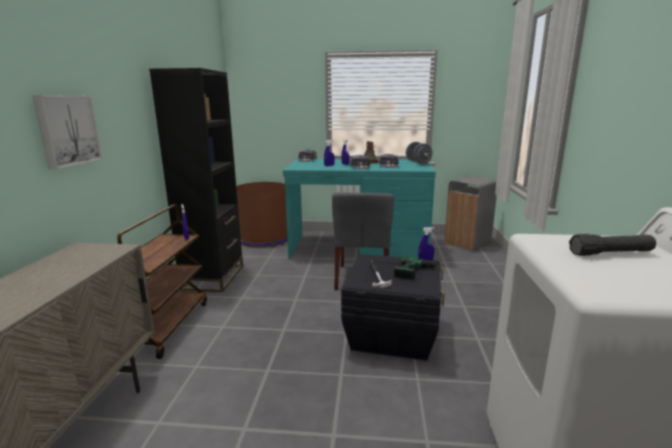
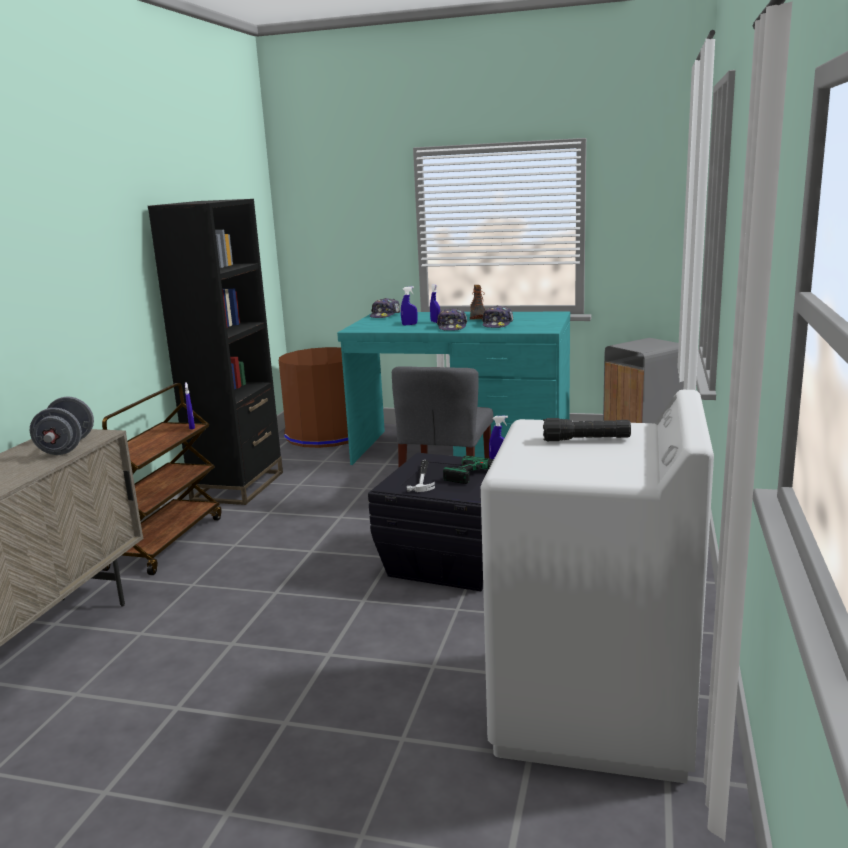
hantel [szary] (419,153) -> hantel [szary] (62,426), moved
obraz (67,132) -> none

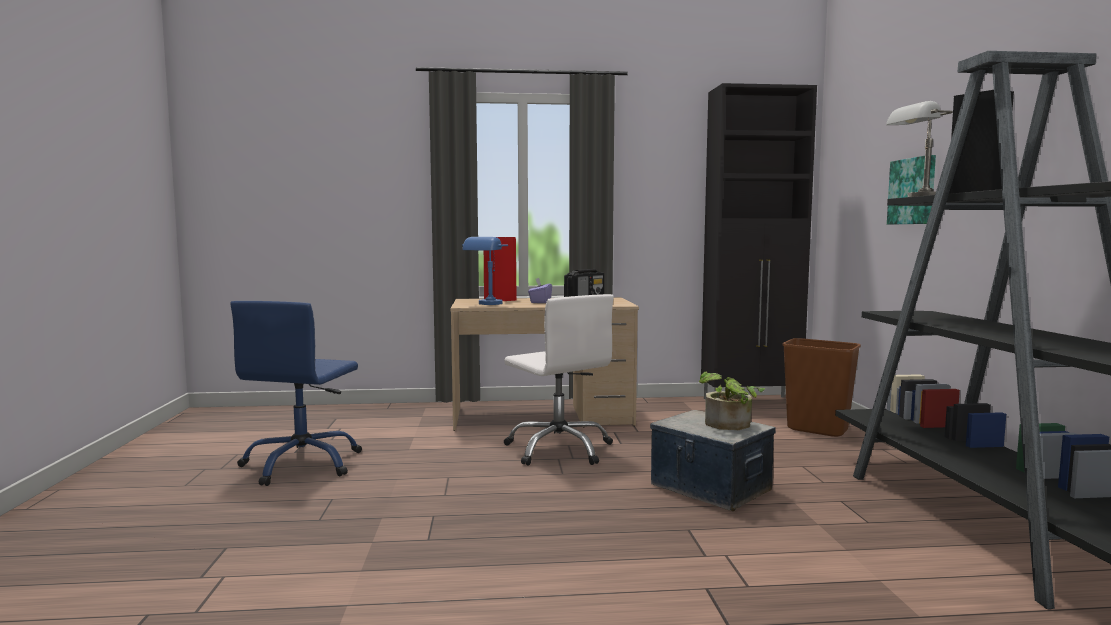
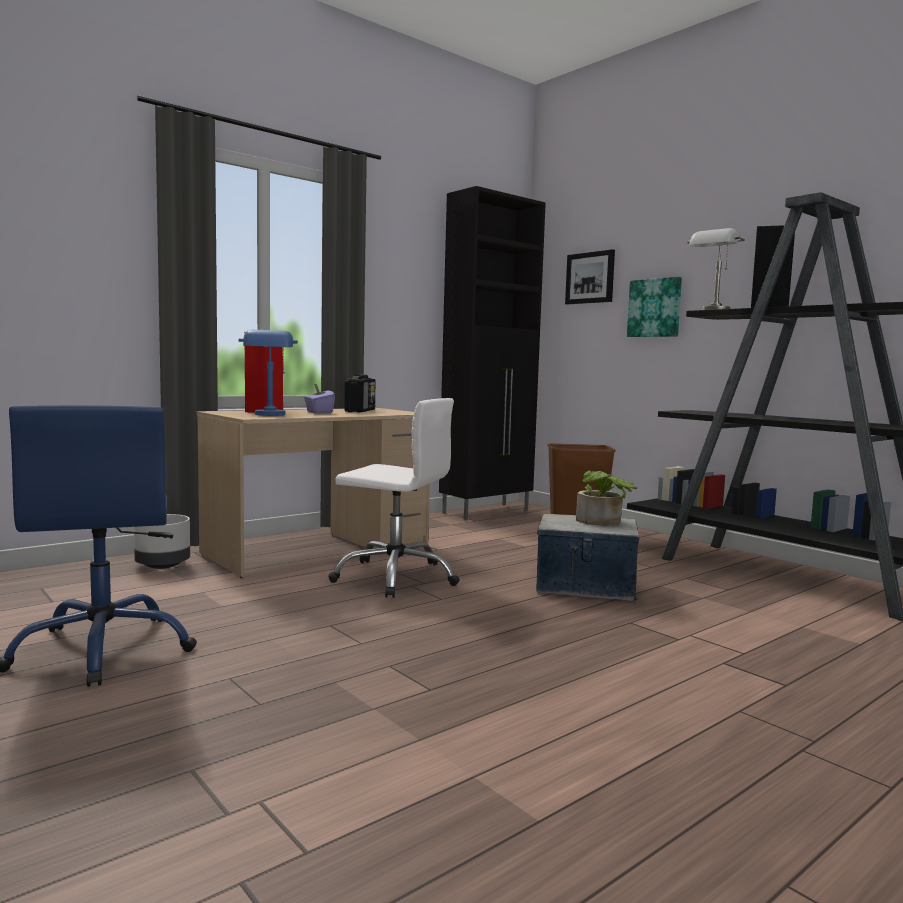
none -> donica [szary] (162,541)
none -> obraz (590,276)

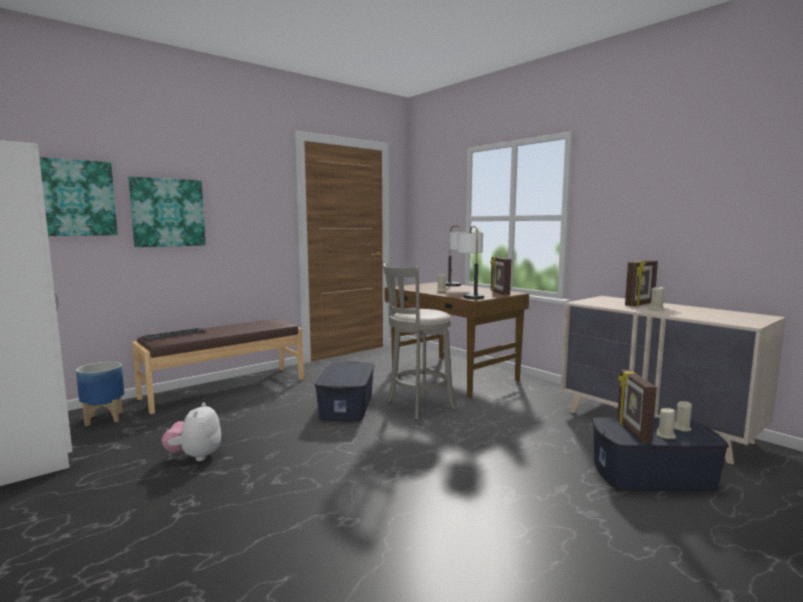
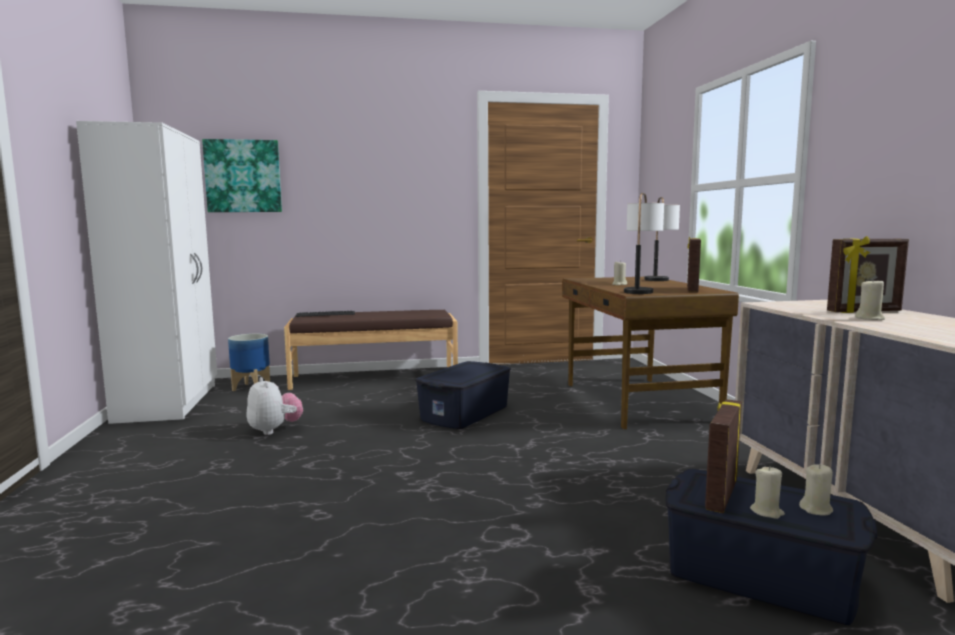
pluszak (191,431) -> pluszak (275,406), 120 degrees clockwise
obraz (167,211) -> none
stołek [szary] (419,341) -> none

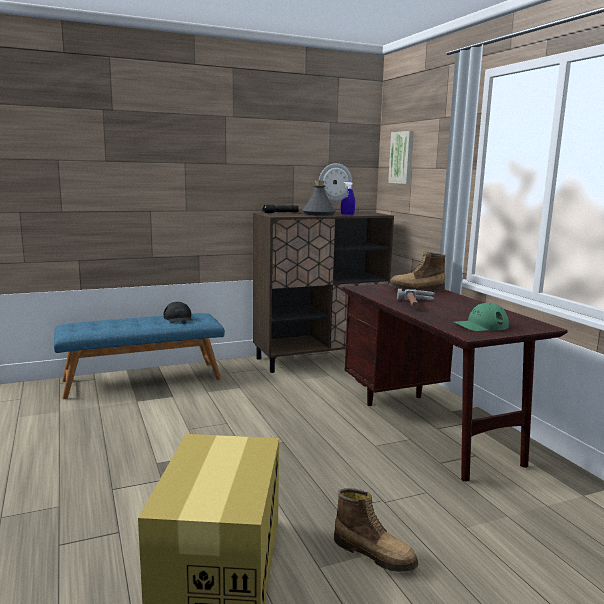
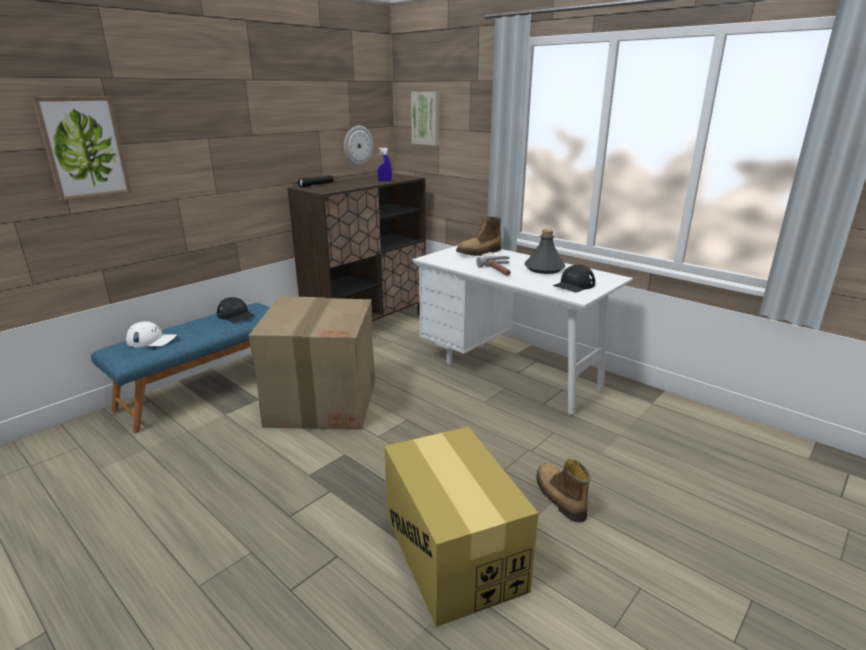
none -> obraz (81,148)
none -> czapka z daszkiem [biały] (151,334)
none -> karton (311,363)
biurko [brązowy] (455,383) -> biurko [biały] (523,330)
butelka [szary] (318,198) -> butelka [szary] (545,251), moved
but z cholewką (376,530) -> but z cholewką (563,490), 120 degrees counterclockwise
czapka z daszkiem [zielony] (481,317) -> czapka z daszkiem [czarny] (574,278)

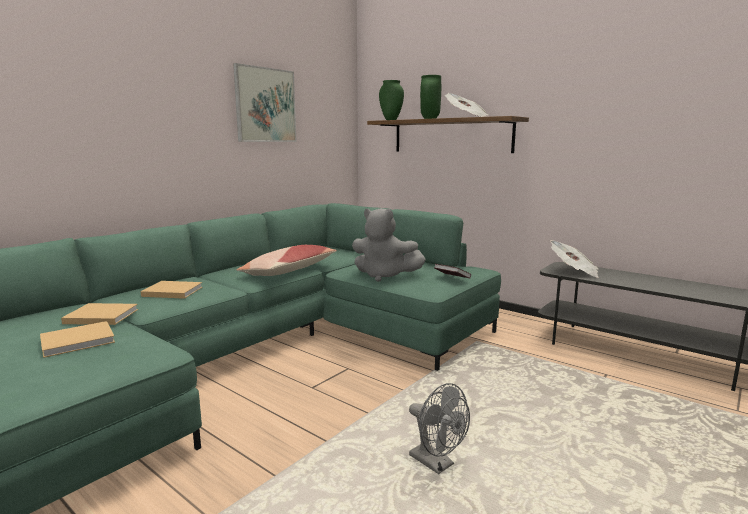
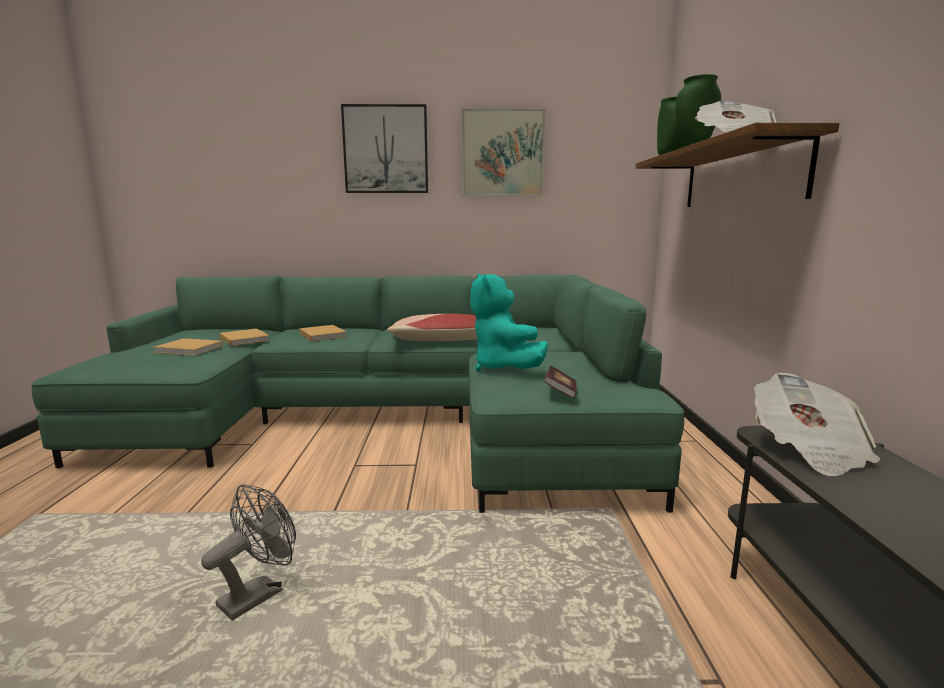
wentylator [szary] (439,428) -> wentylator [szary] (248,552), 150 degrees counterclockwise
none -> obraz (384,148)
pluszak [szary] (389,245) -> pluszak [turkusowy] (509,322)

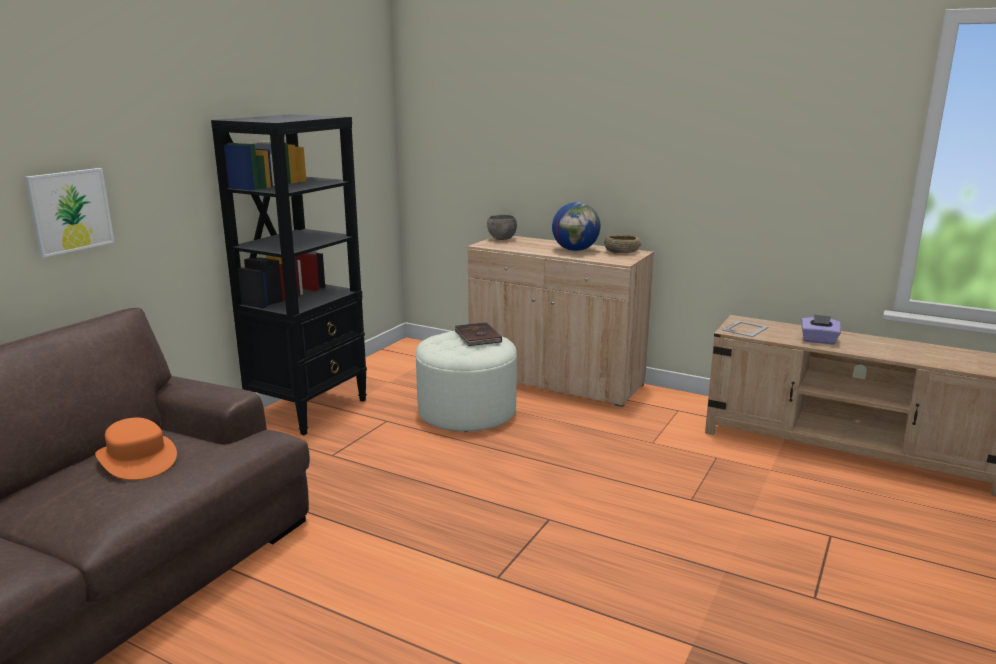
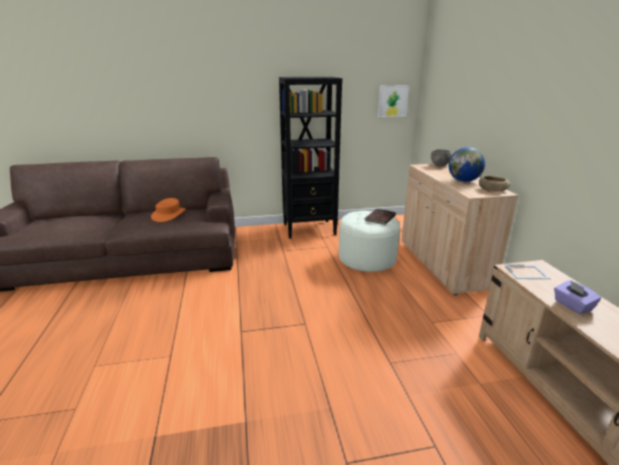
obraz (70,213) -> obraz (393,101), moved

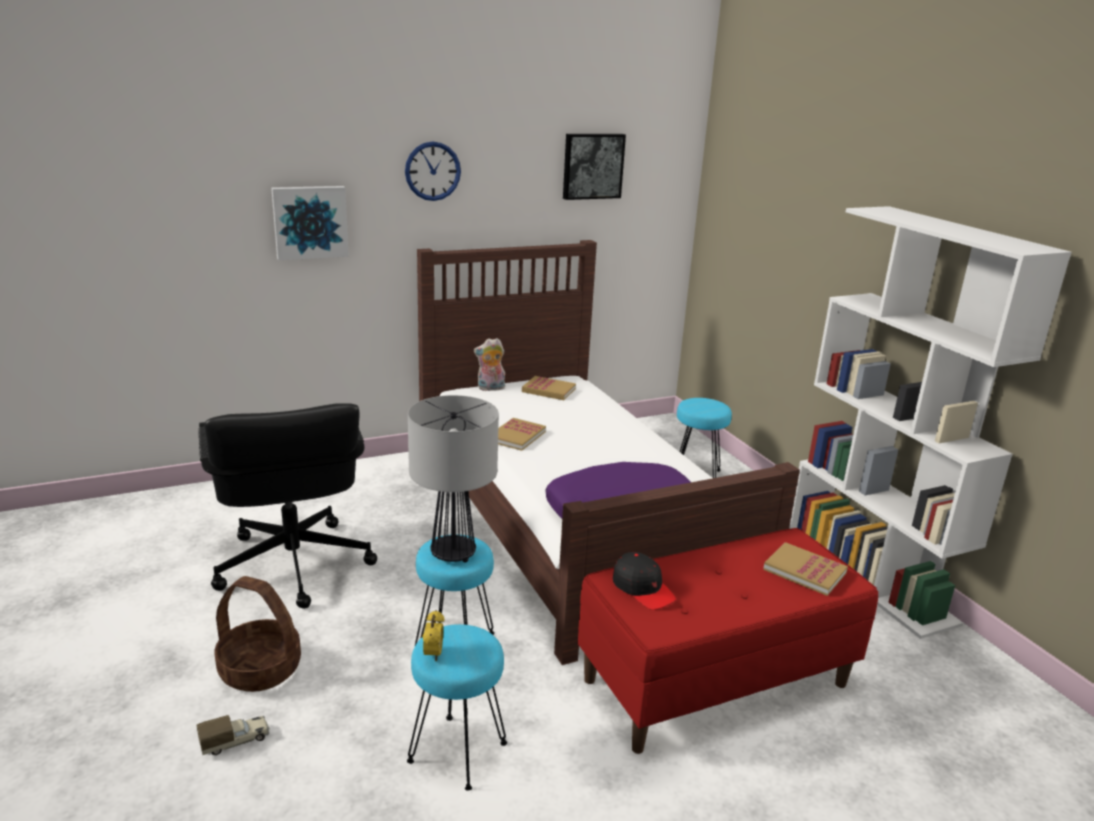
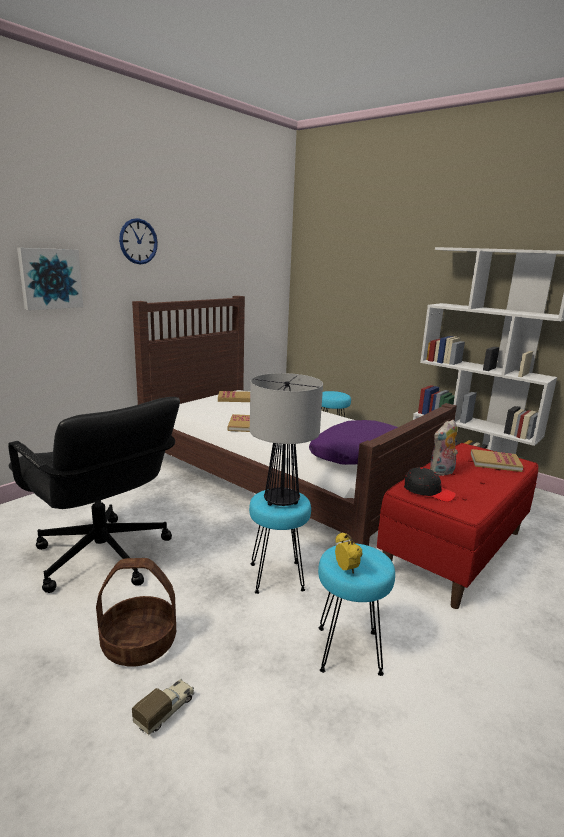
pluszak (489,364) -> pluszak (444,448), moved
obraz (594,167) -> none

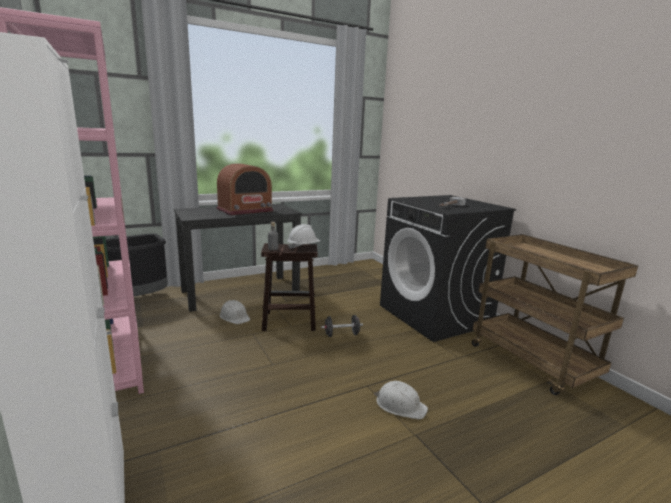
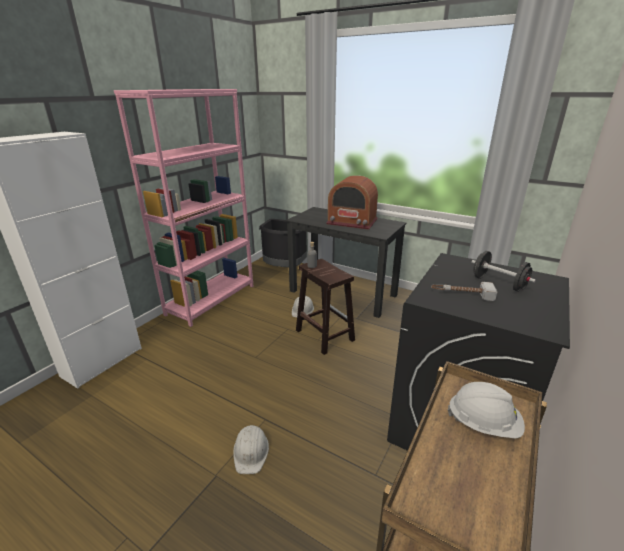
kask [biały] (303,237) -> kask [biały] (486,410), moved
hantel [czarny] (342,326) -> hantel [czarny] (503,271), moved

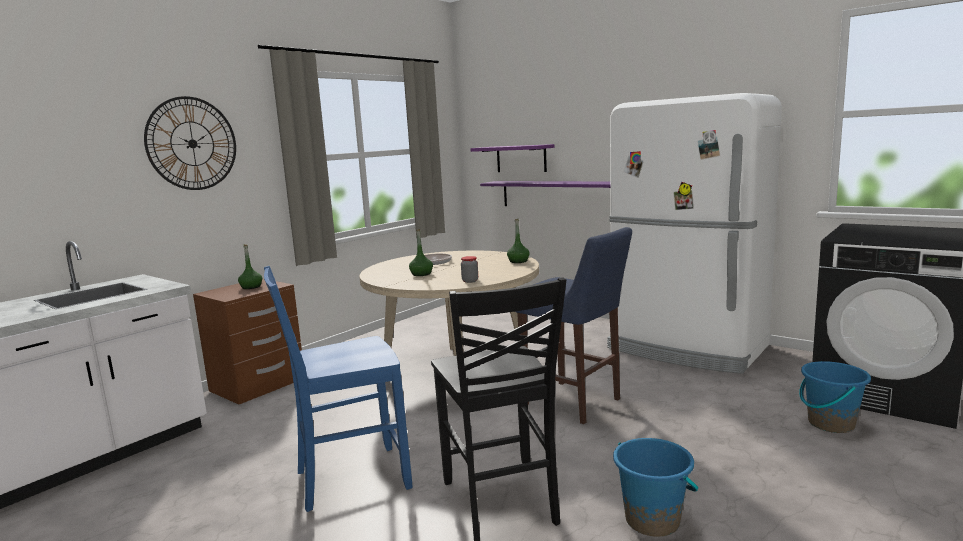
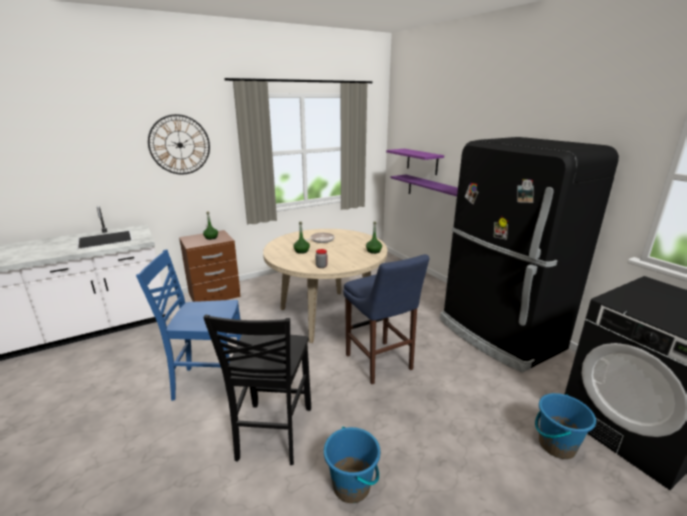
lodówka [biały] (694,233) -> lodówka [czarny] (529,255)

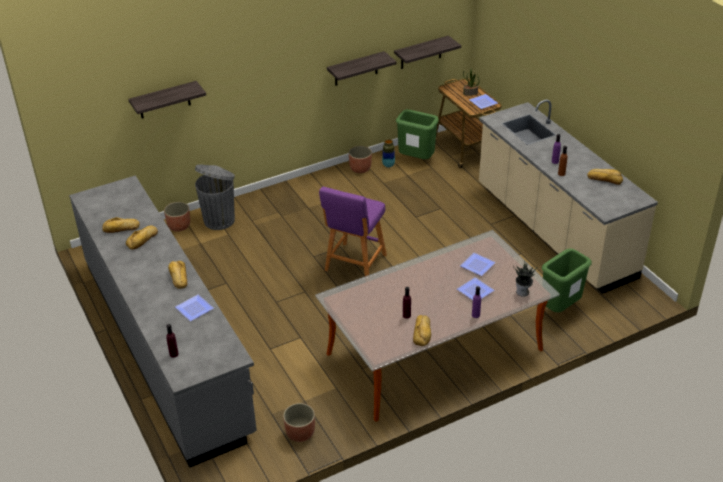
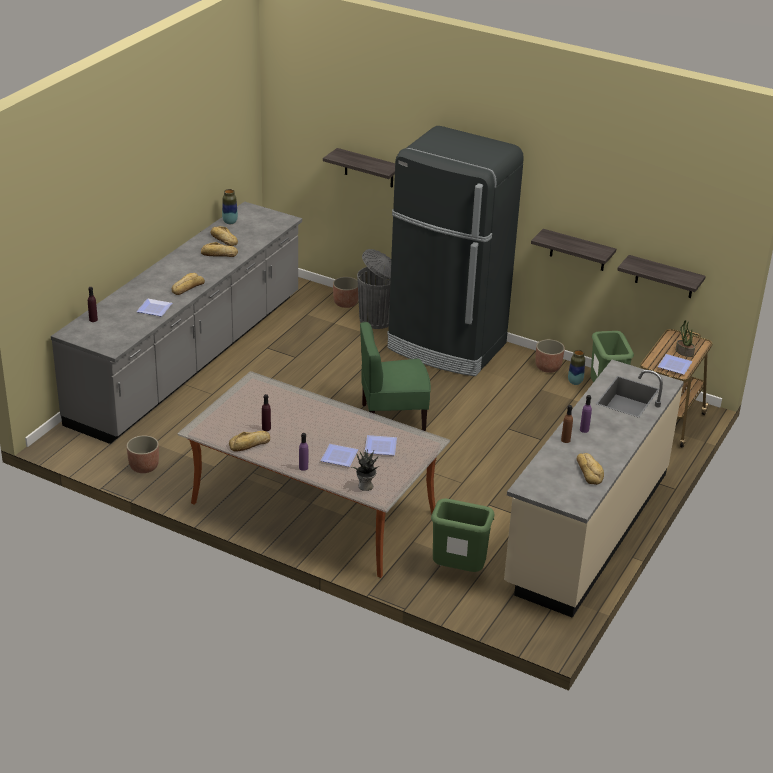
none -> wazon (230,206)
stołek [fioletowy] (353,231) -> krzesło [zielony] (395,376)
none -> lodówka [czarny] (455,251)

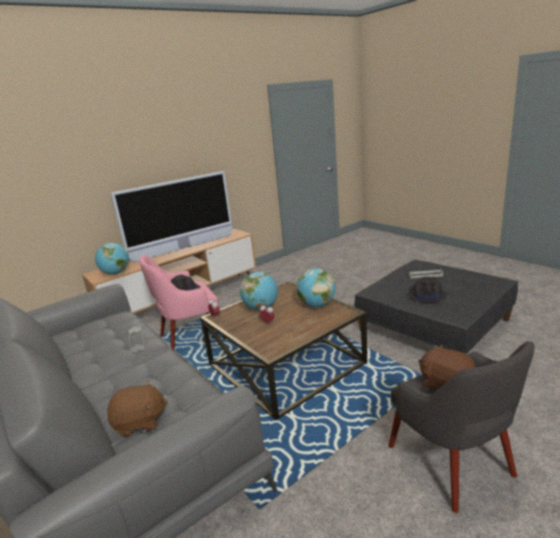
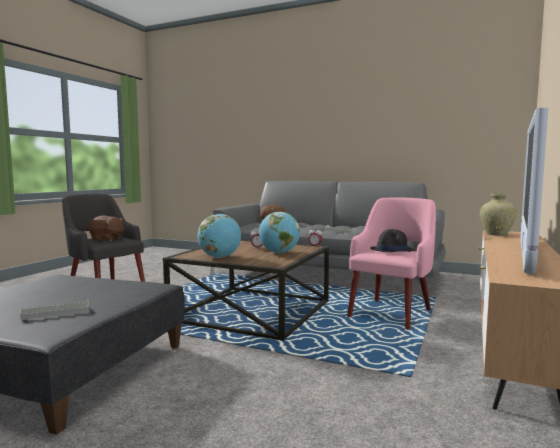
globus (112,258) -> wazon [beżowy] (498,214)
kapelusz [czarny] (427,290) -> none

